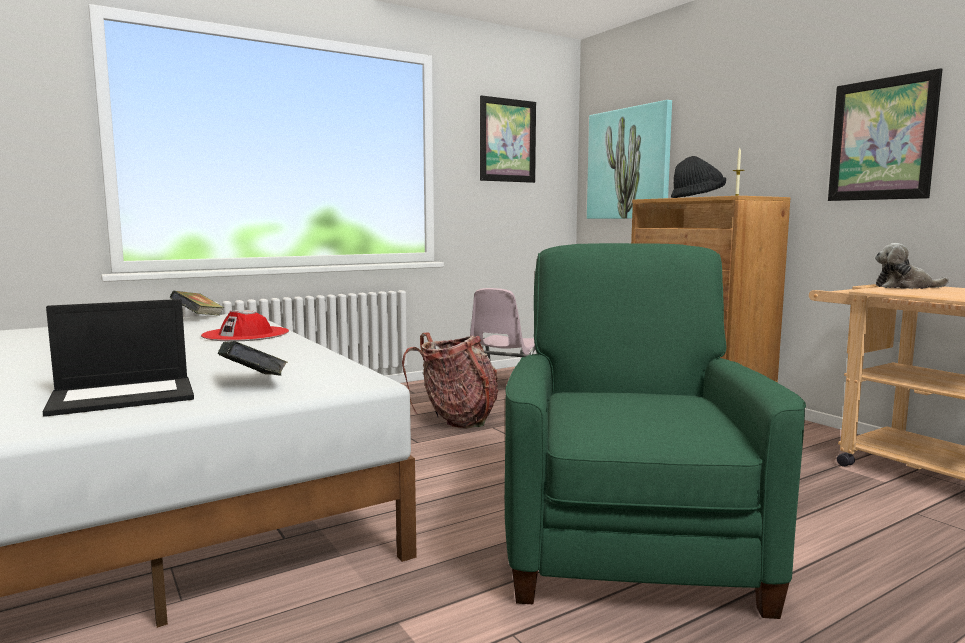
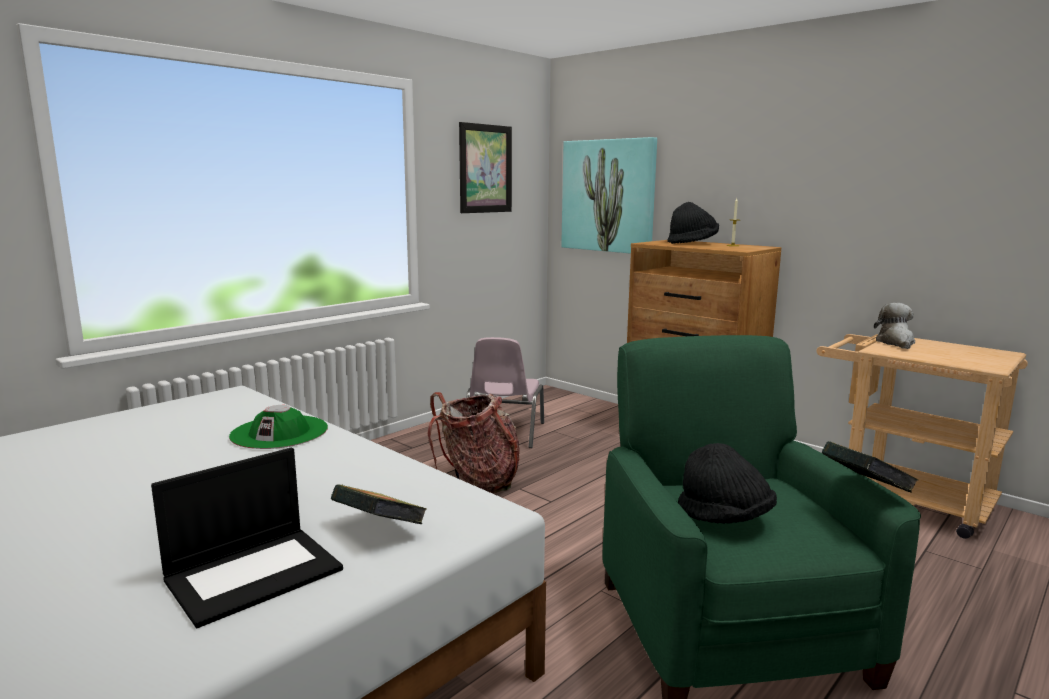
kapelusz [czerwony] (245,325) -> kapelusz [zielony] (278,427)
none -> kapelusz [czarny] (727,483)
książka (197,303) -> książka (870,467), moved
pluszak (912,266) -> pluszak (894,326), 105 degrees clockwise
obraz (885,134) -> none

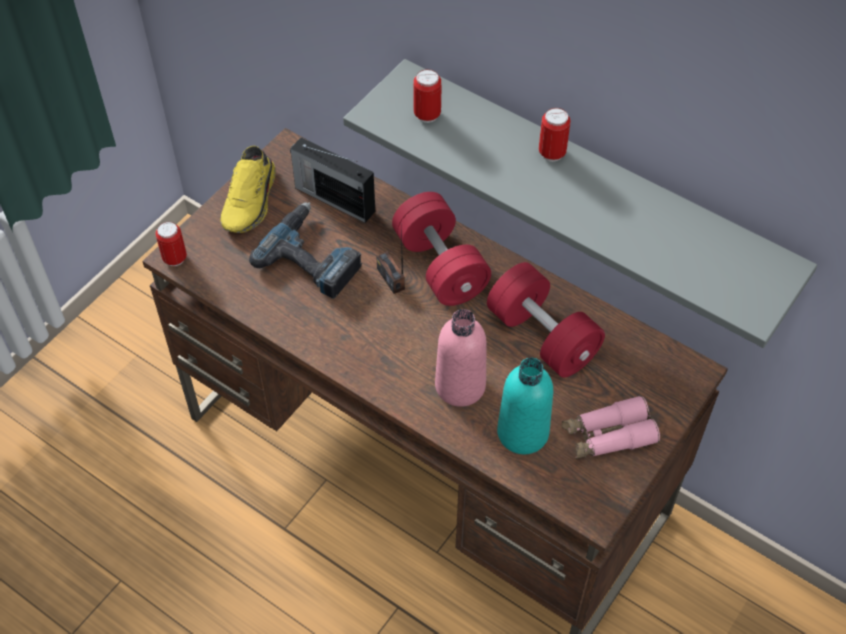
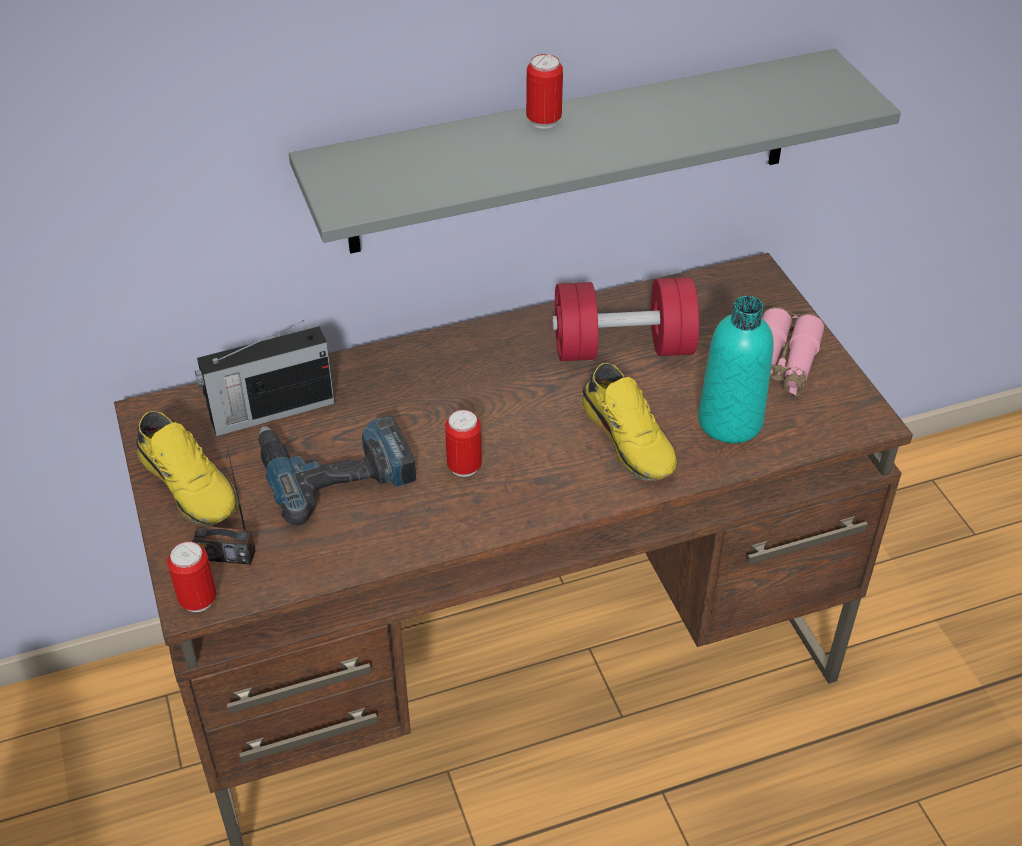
radio (390,260) -> radio (224,506), moved
puszka (427,96) -> puszka (463,443), moved
butelka [różowy] (461,358) -> but [żółty] (629,422)
hantel [czerwony] (441,249) -> none

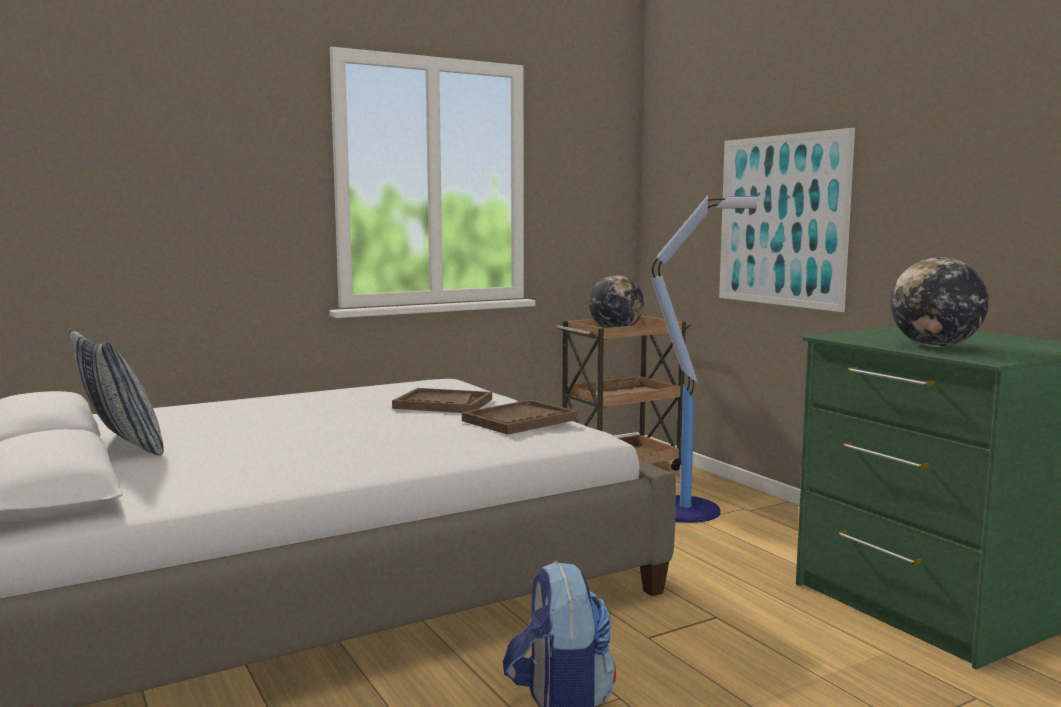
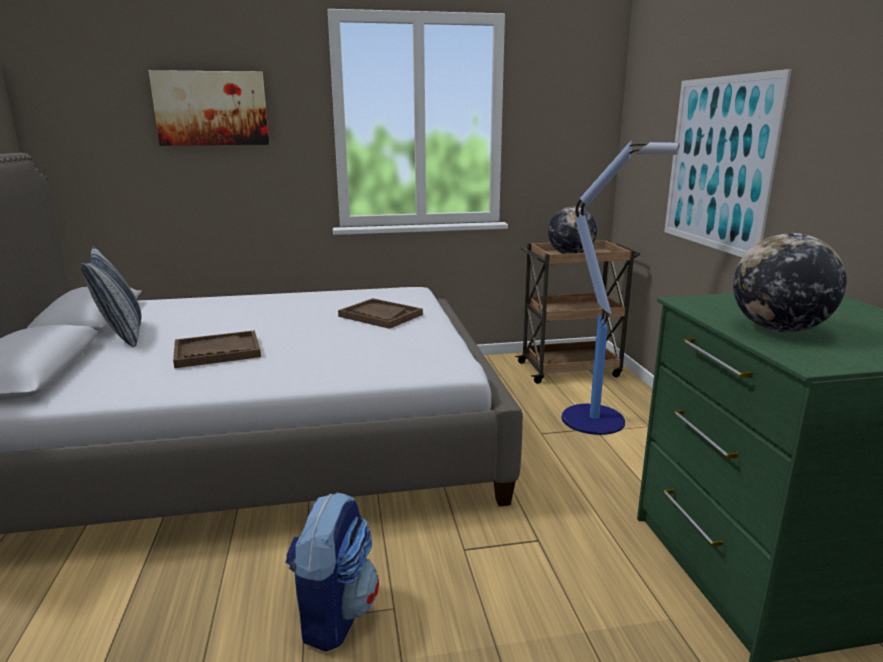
none -> obraz (209,108)
taca [brązowy] (519,417) -> taca [brązowy] (217,349), moved

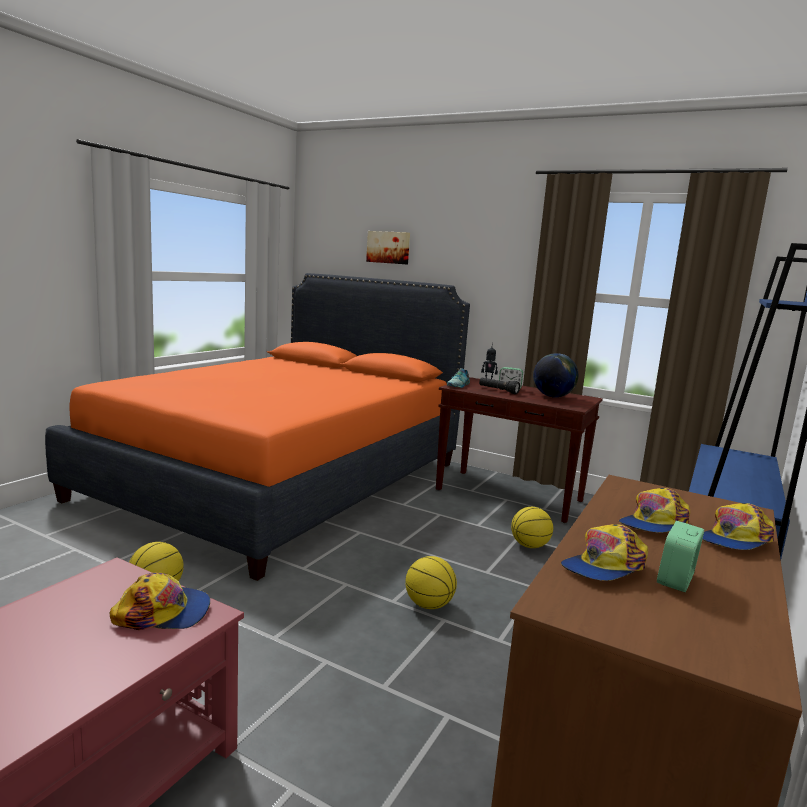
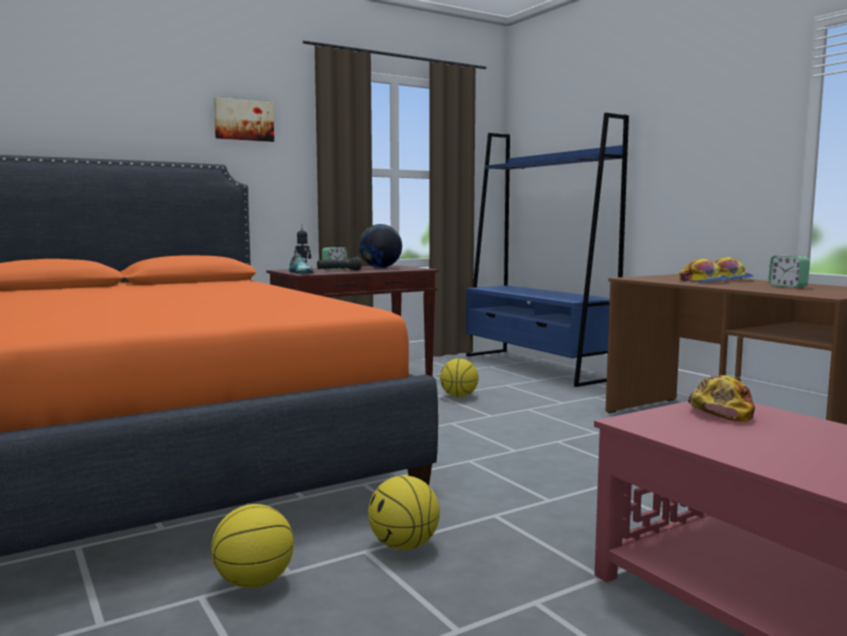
piłka do koszykówki (431,582) -> piłka do koszykówki (252,546), moved
obraz (388,248) -> obraz (244,119), moved
czapka z daszkiem (604,552) -> none

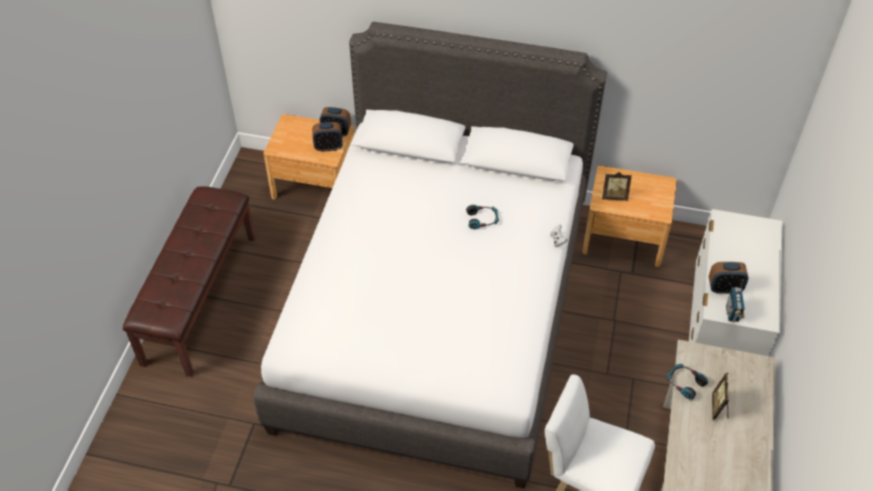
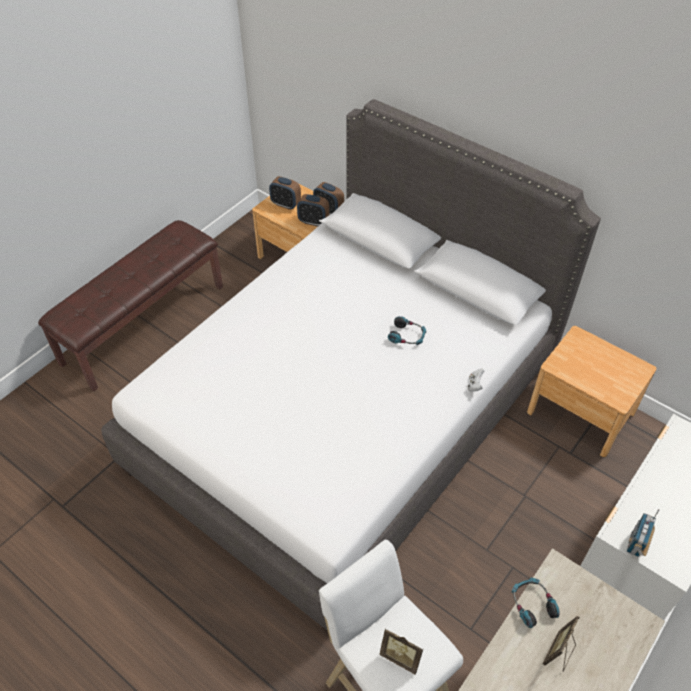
budzik (728,278) -> budzik (285,193), moved
ramka na zdjęcie (617,186) -> ramka na zdjęcie (401,652), moved

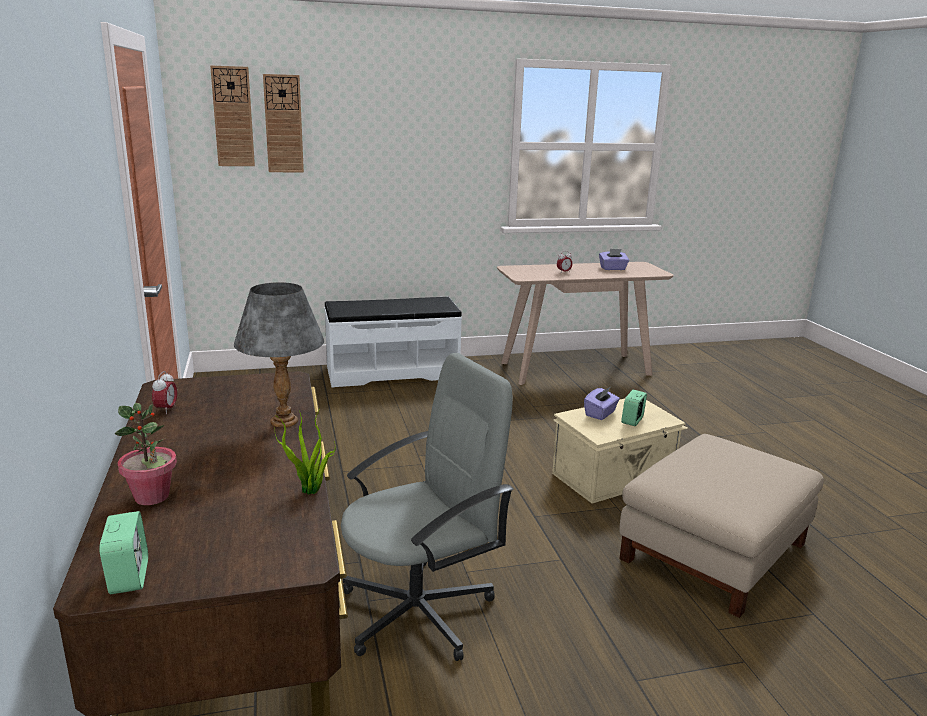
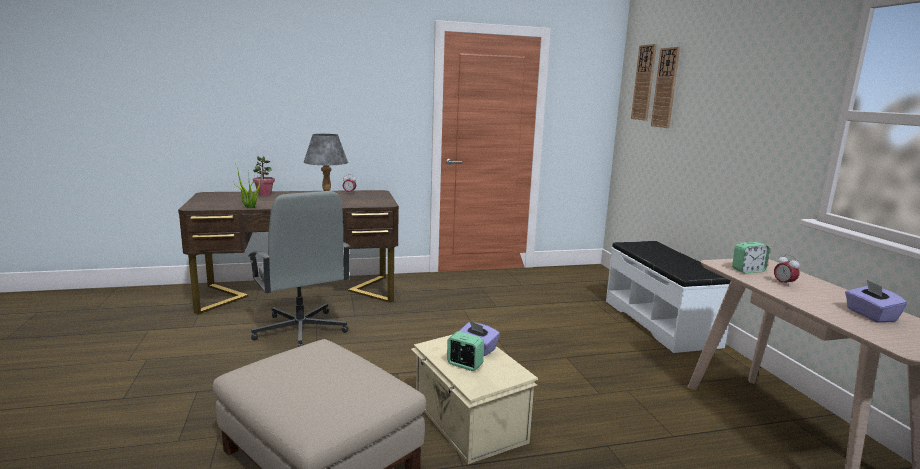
budzik (124,552) -> budzik (751,257), moved

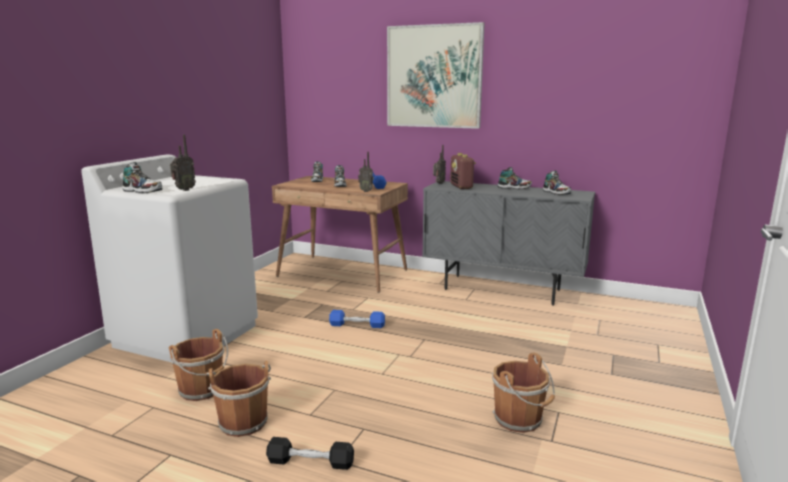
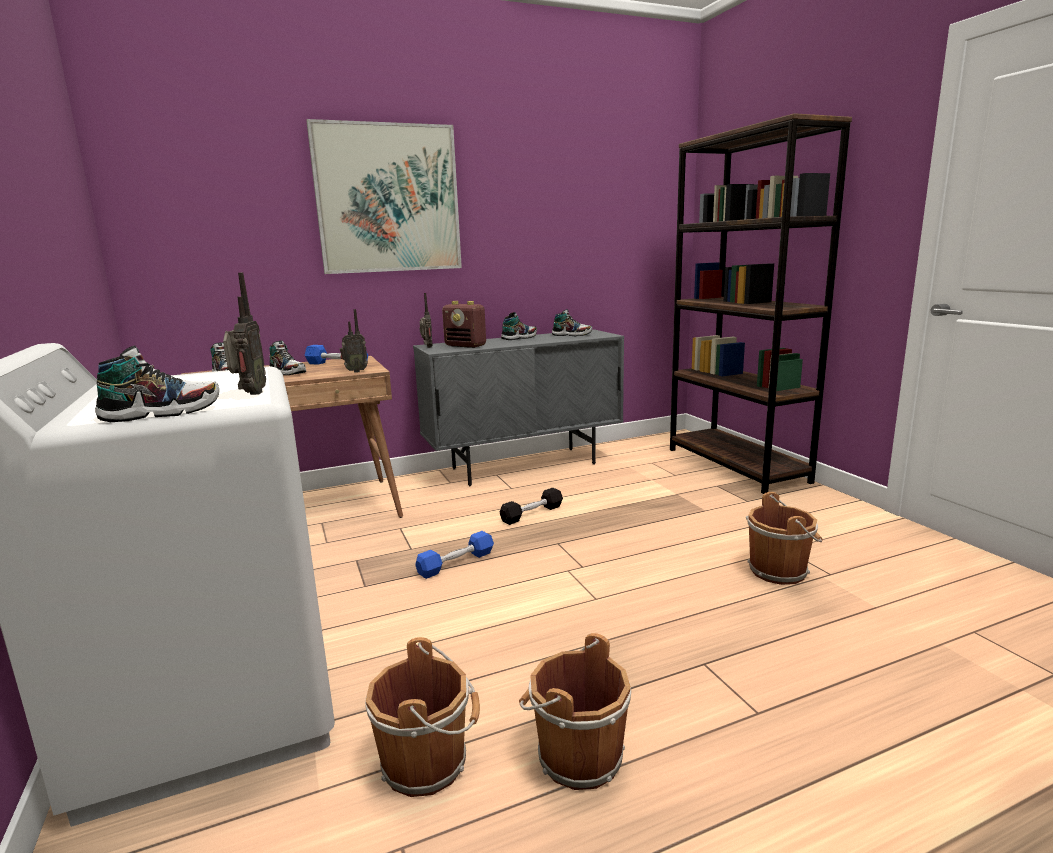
hantel [czarny] (310,453) -> hantel [czarny] (531,506), moved
none -> regał [brązowy] (761,303)

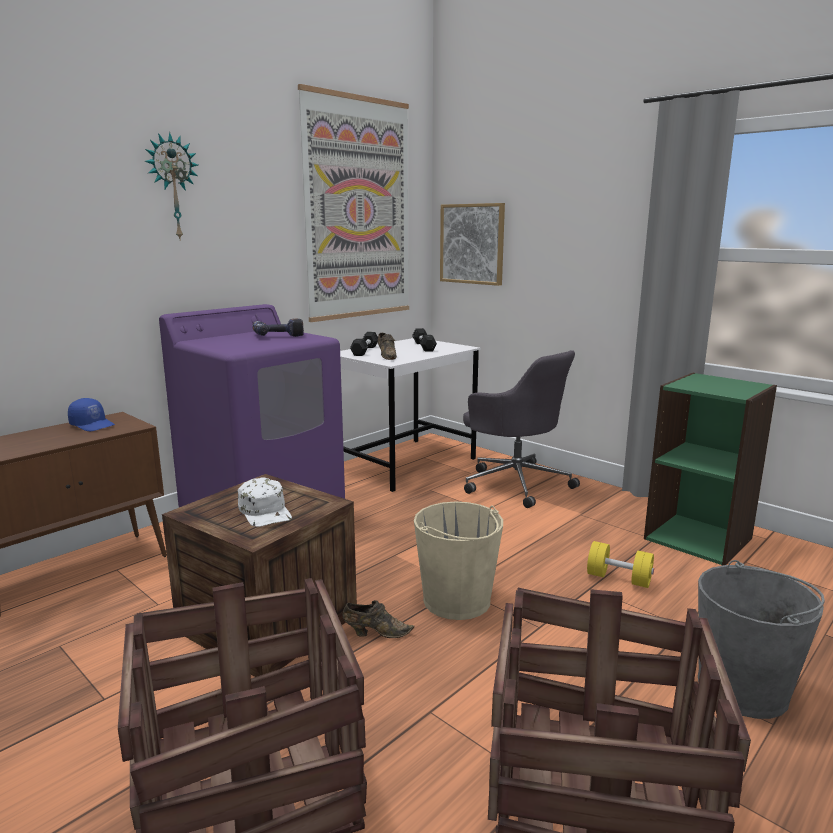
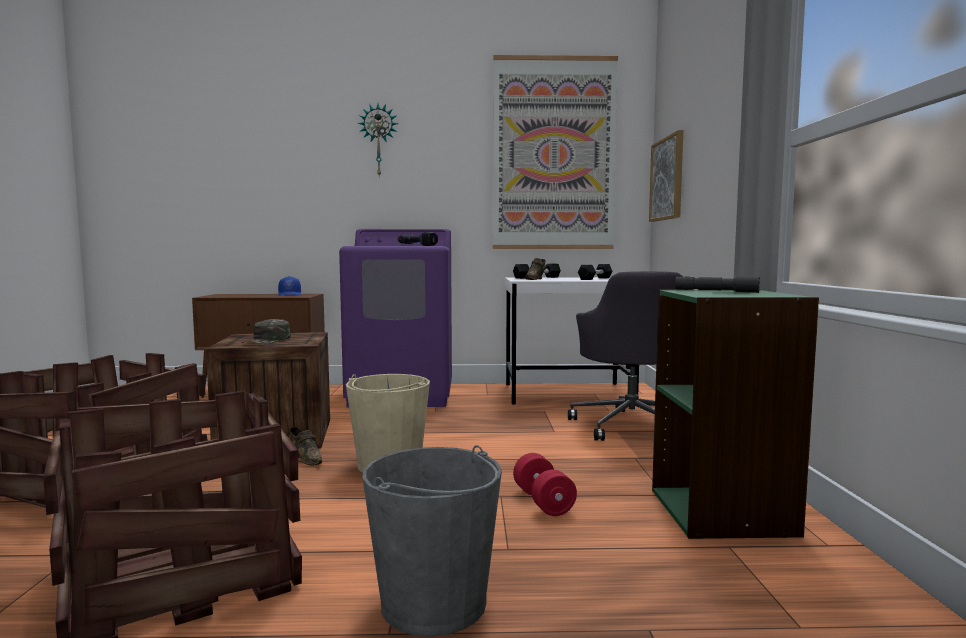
czapka z daszkiem [biały] (265,502) -> czapka z daszkiem [zielony] (266,331)
hantel [żółty] (620,564) -> hantel [czerwony] (545,484)
none -> latarka [szary] (717,284)

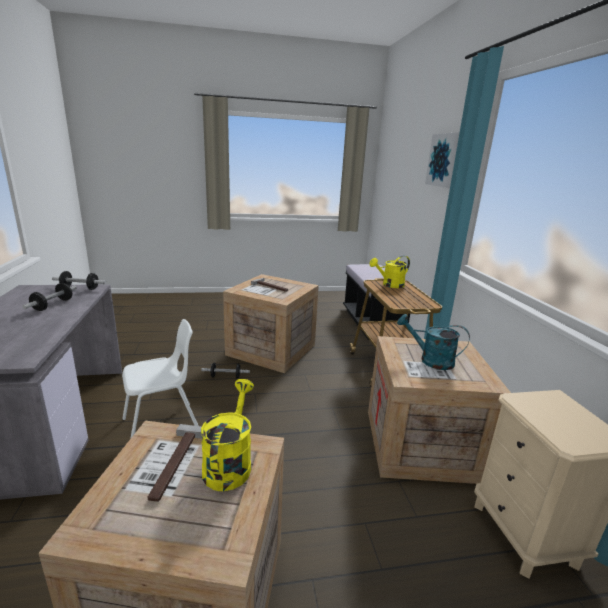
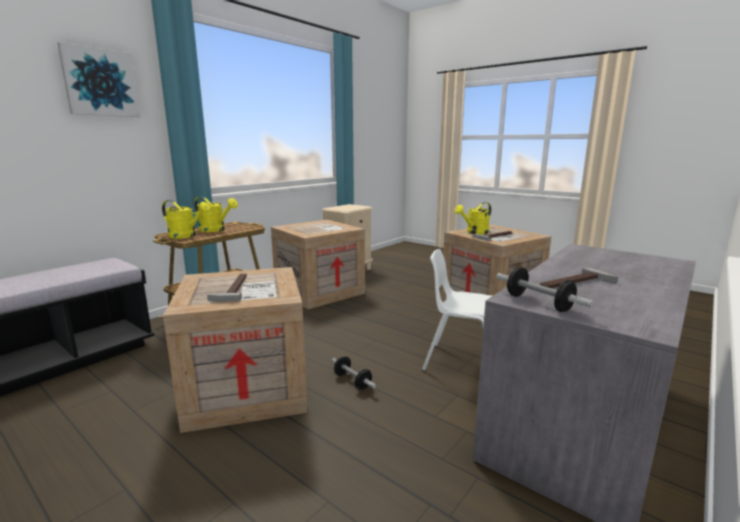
none -> konewka [żółty] (216,214)
hantel (49,297) -> młotek (579,277)
konewka [turkusowy] (433,342) -> none

